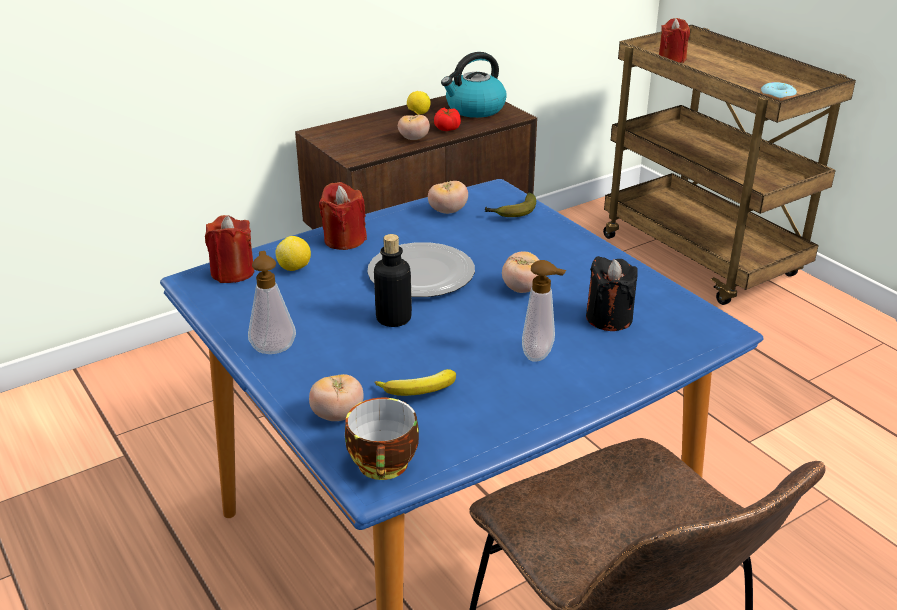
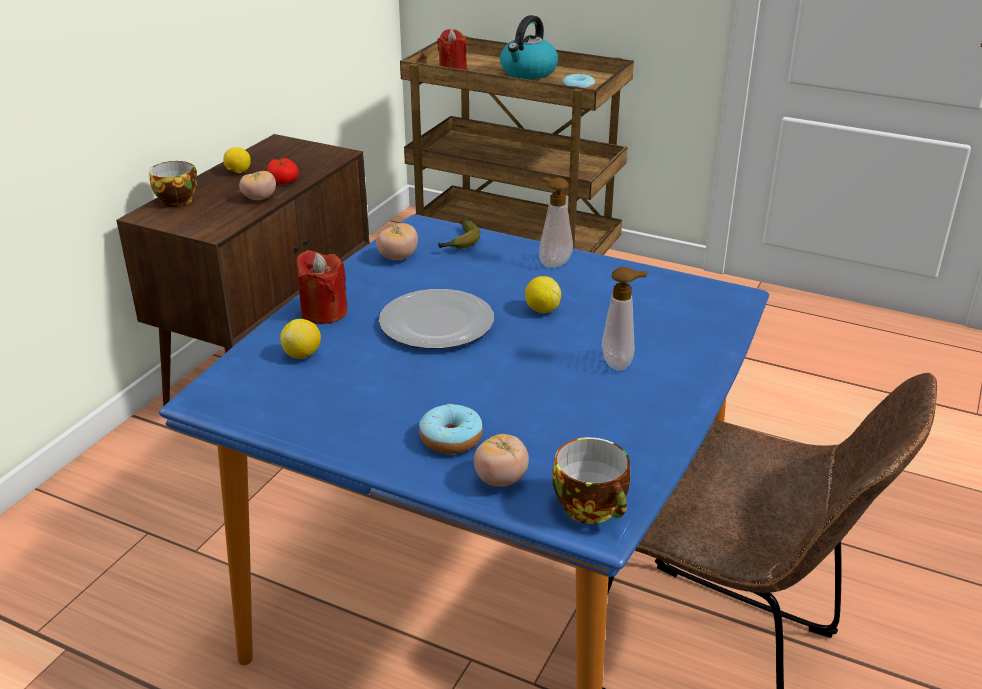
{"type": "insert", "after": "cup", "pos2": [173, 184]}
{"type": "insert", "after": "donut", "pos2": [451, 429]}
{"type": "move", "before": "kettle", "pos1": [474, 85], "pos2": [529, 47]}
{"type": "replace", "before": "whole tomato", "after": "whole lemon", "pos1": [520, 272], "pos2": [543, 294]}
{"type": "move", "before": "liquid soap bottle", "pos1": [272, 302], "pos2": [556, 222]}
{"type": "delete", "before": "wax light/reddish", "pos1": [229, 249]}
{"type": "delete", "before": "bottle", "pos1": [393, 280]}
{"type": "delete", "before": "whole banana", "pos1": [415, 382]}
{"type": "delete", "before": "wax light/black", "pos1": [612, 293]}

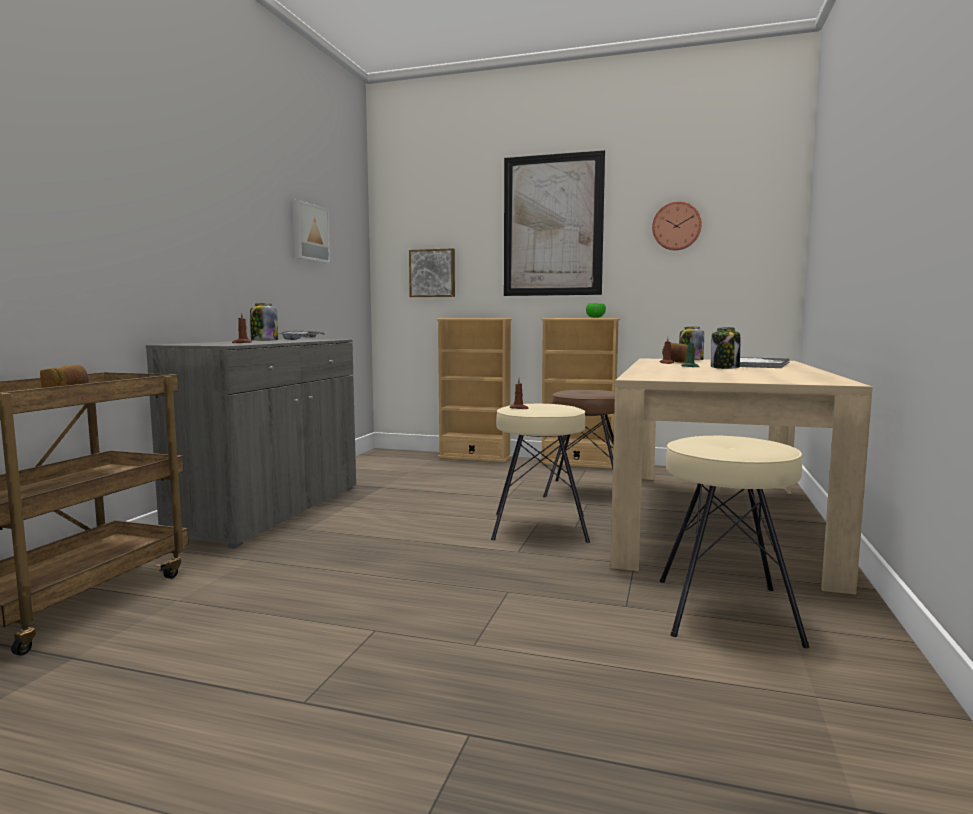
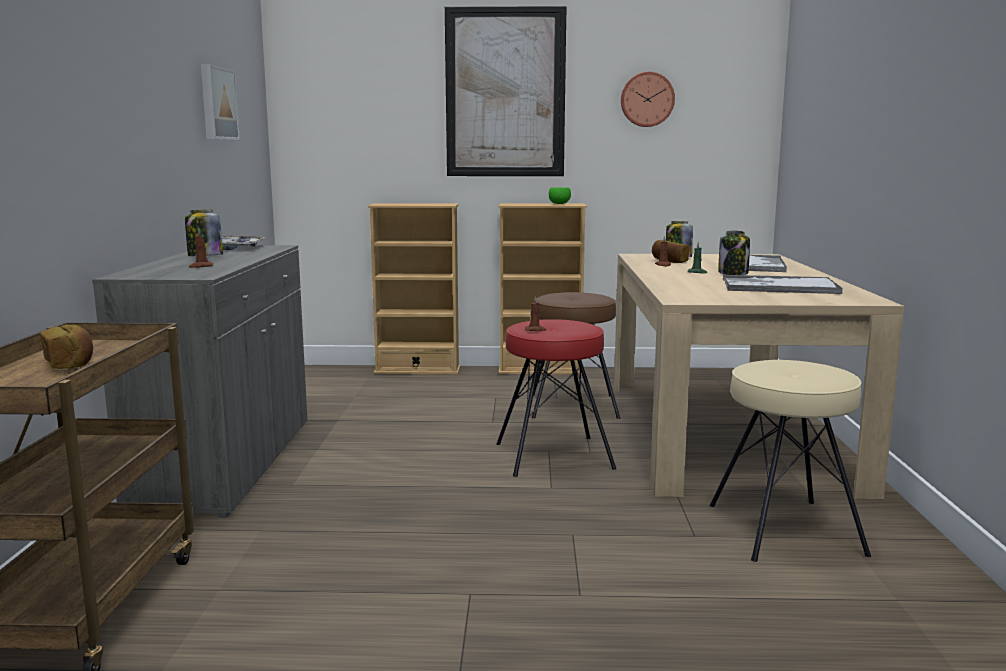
{"type": "recolor", "before": "stool seat/beige", "after": "stool seat/reddish", "pos1": [540, 473], "pos2": [556, 398]}
{"type": "insert", "after": "tray", "pos2": [783, 284]}
{"type": "delete", "before": "wall picture", "pos1": [432, 272]}

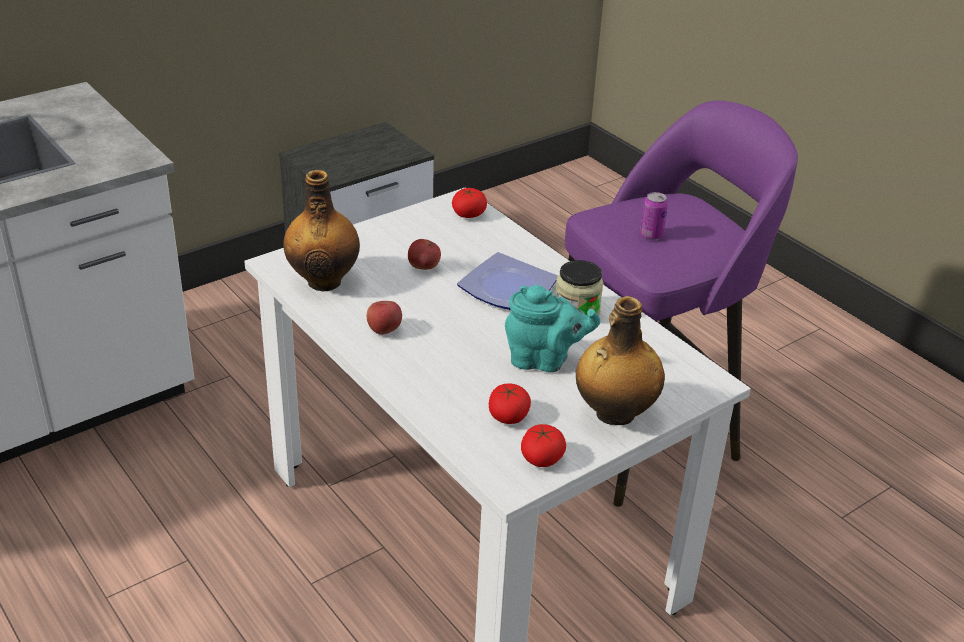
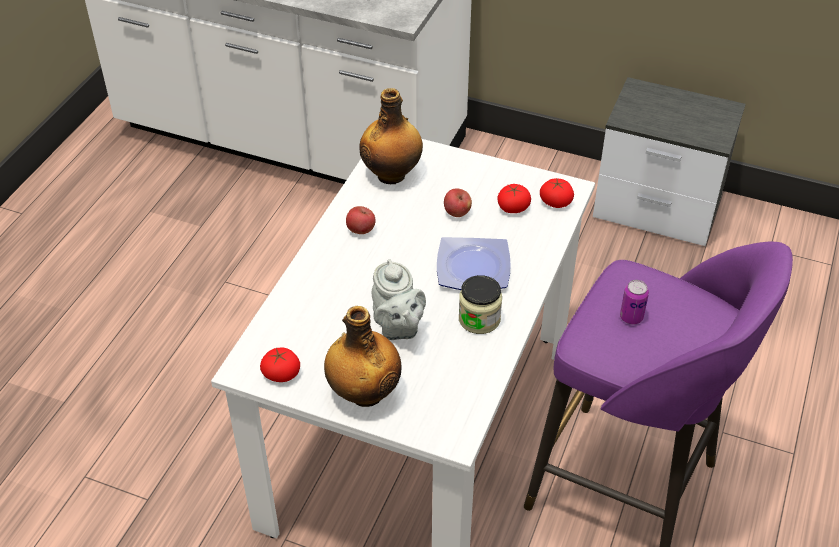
{"type": "recolor", "before": "tea pot/turquoise-coloured", "after": "tea pot/greyish", "pos1": [552, 328], "pos2": [399, 299]}
{"type": "move", "before": "whole tomato", "pos1": [510, 403], "pos2": [514, 198]}

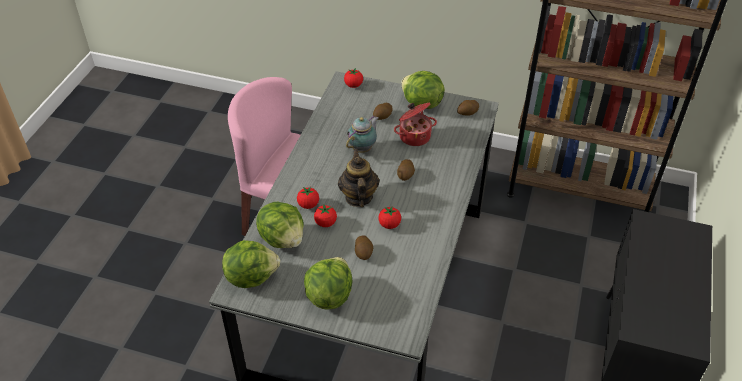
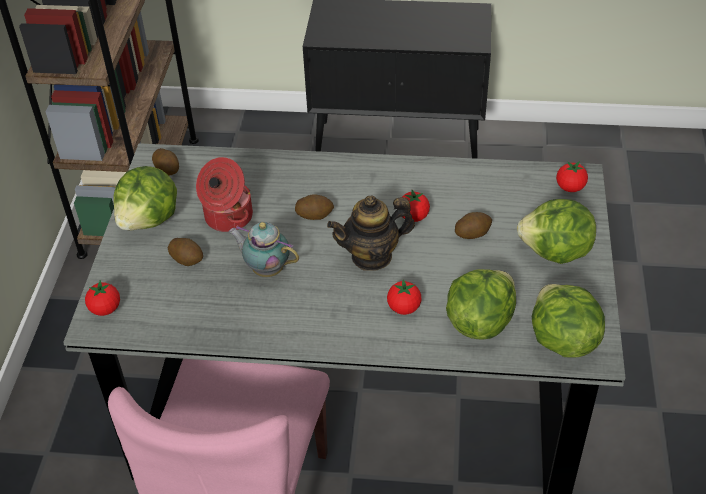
{"type": "move", "before": "whole tomato", "pos1": [325, 215], "pos2": [572, 176]}

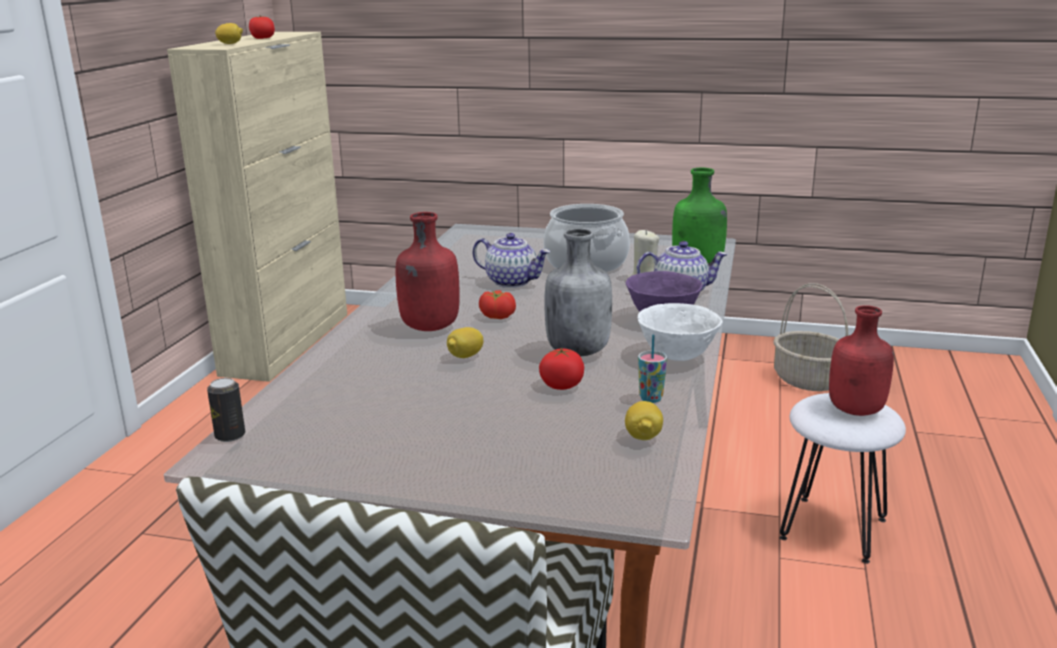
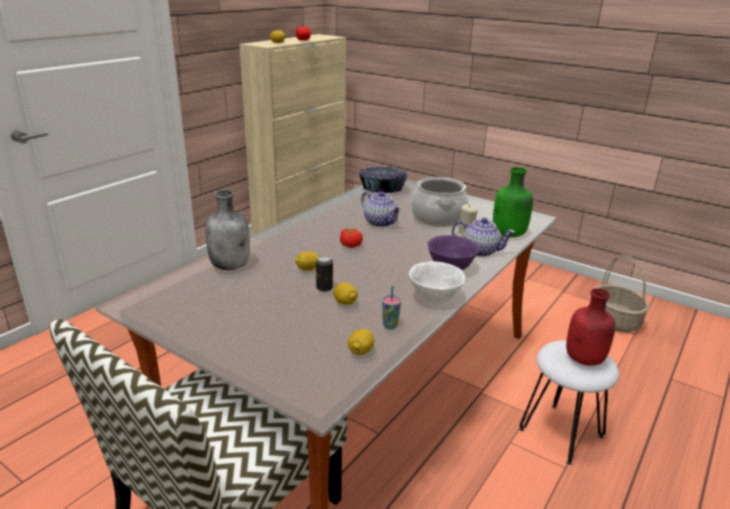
{"type": "move", "before": "bottle/greyish", "pos1": [578, 292], "pos2": [227, 230]}
{"type": "move", "before": "sealed can", "pos1": [226, 410], "pos2": [324, 274]}
{"type": "replace", "before": "whole tomato", "after": "whole lemon", "pos1": [561, 368], "pos2": [346, 294]}
{"type": "insert", "after": "serving bowl", "pos2": [383, 179]}
{"type": "delete", "before": "bottle/reddish", "pos1": [427, 271]}

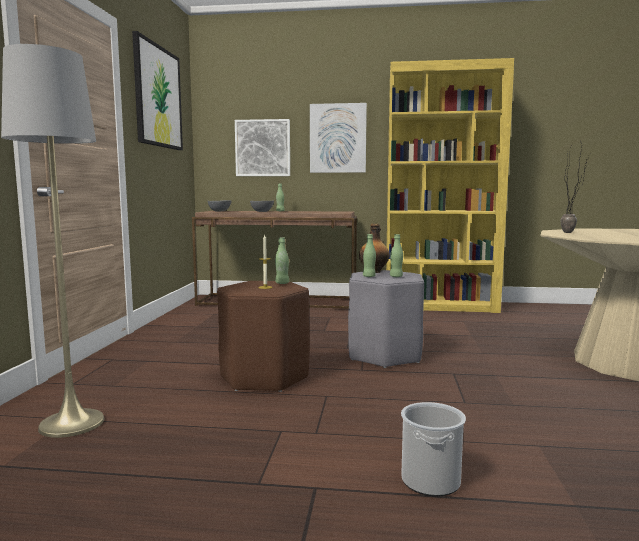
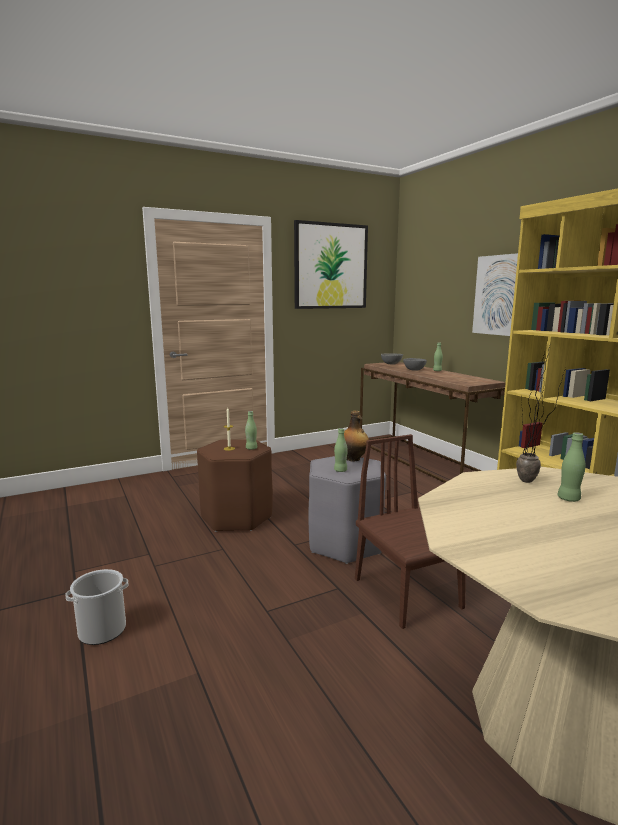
{"type": "insert", "after": "upright chair/brown", "pos2": [410, 531]}
{"type": "move", "before": "bottle/green", "pos1": [369, 255], "pos2": [572, 467]}
{"type": "delete", "before": "standing lamp/greyish", "pos1": [53, 241]}
{"type": "delete", "before": "wall picture", "pos1": [262, 147]}

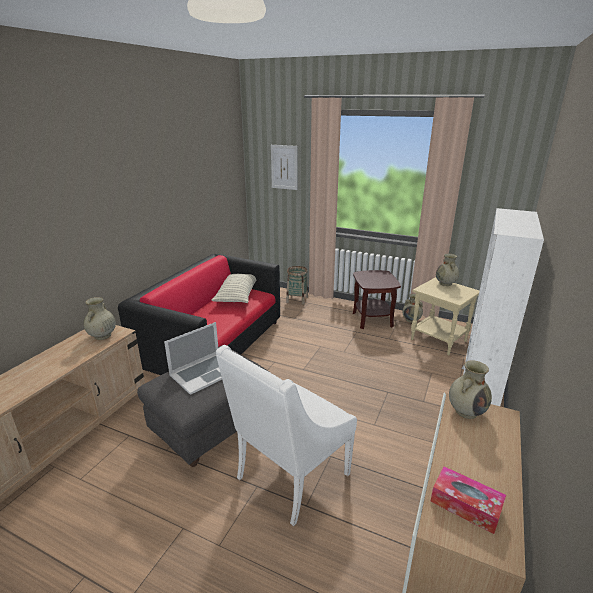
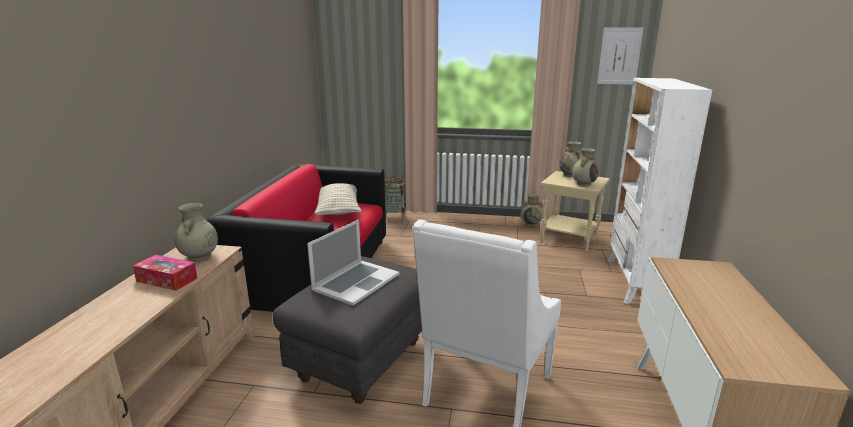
{"type": "move", "before": "tissue box", "pos1": [468, 500], "pos2": [165, 273]}
{"type": "move", "before": "vase/beige", "pos1": [470, 389], "pos2": [585, 167]}
{"type": "move", "before": "wall picture", "pos1": [284, 167], "pos2": [620, 56]}
{"type": "delete", "before": "accent table/brown", "pos1": [377, 299]}

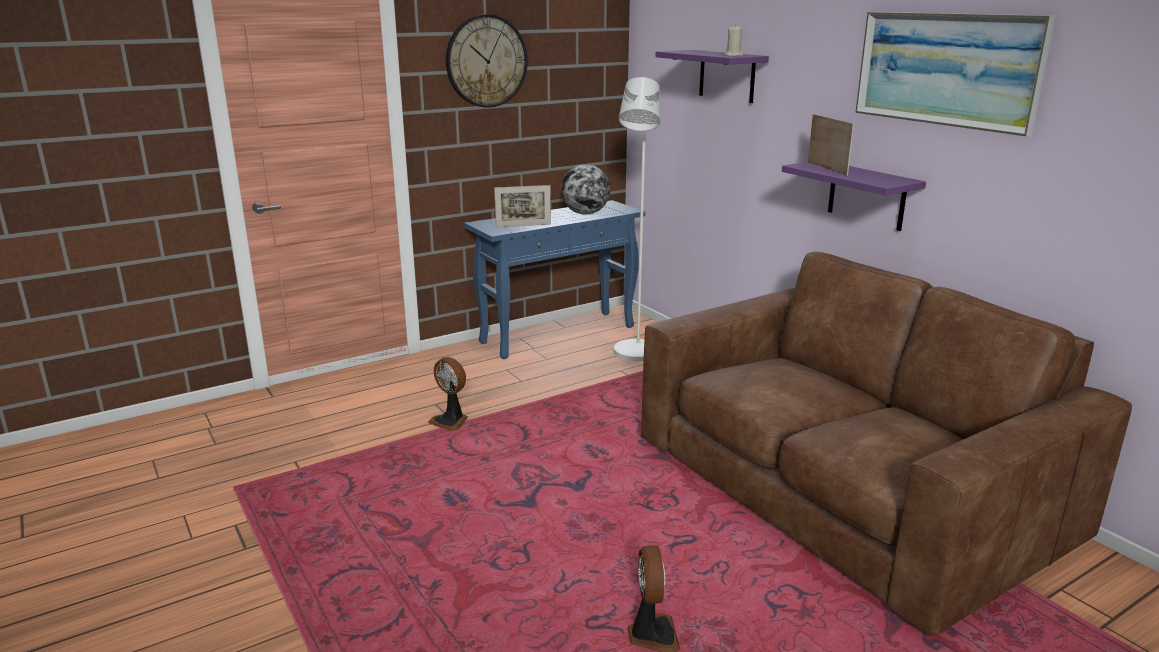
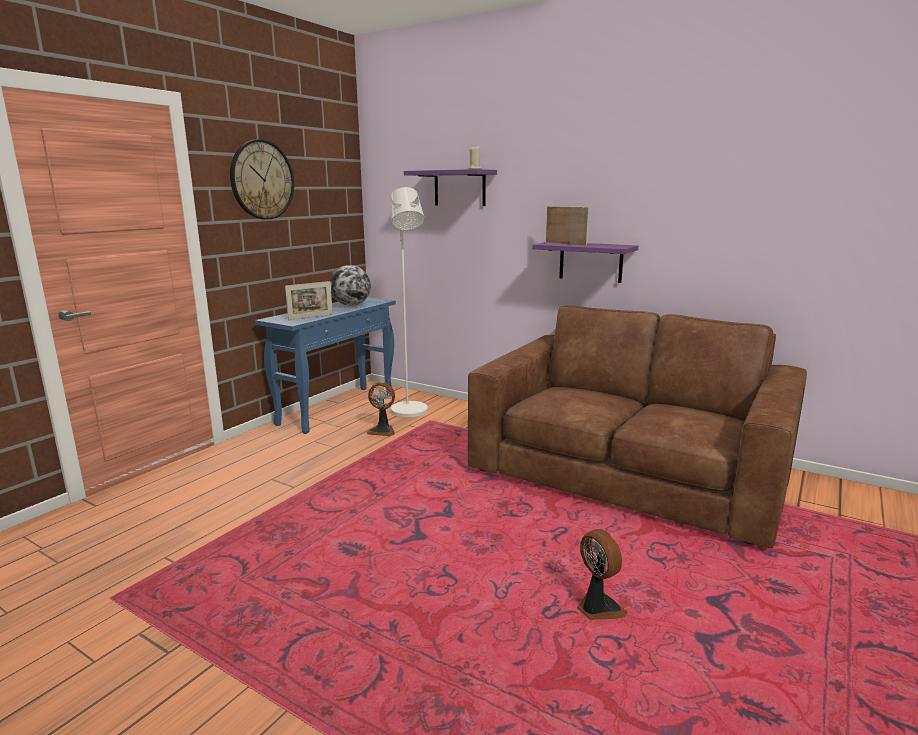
{"type": "move", "before": "electric fan", "pos1": [448, 394], "pos2": [381, 409]}
{"type": "delete", "before": "wall picture", "pos1": [955, 74]}

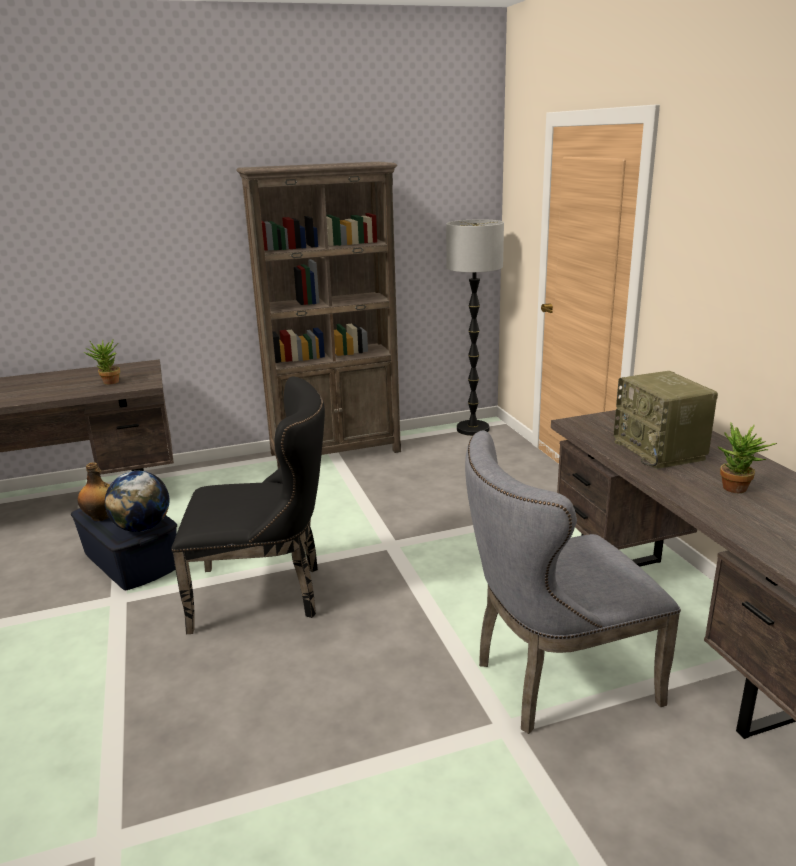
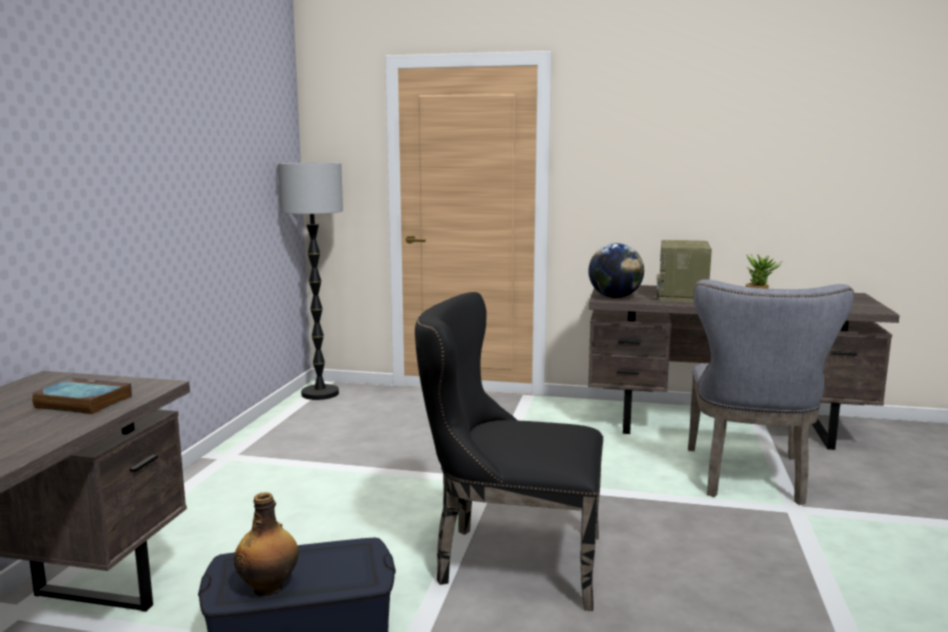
{"type": "replace", "before": "houseplant", "after": "volume", "pos1": [102, 361], "pos2": [81, 396]}
{"type": "rotate", "before": "upright chair/black", "pos1": [248, 505], "pos2": [509, 451], "turn": -105}
{"type": "move", "before": "desk globe", "pos1": [137, 501], "pos2": [616, 270]}
{"type": "rotate", "before": "radio set", "pos1": [666, 420], "pos2": [683, 271], "turn": 90}
{"type": "delete", "before": "shelving unit/brown", "pos1": [318, 315]}

